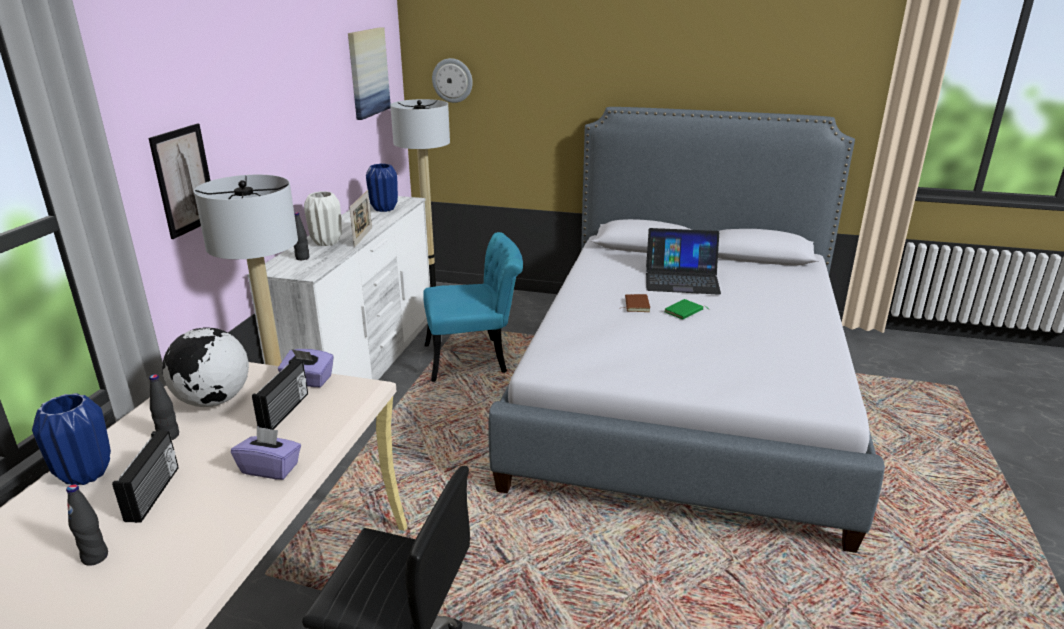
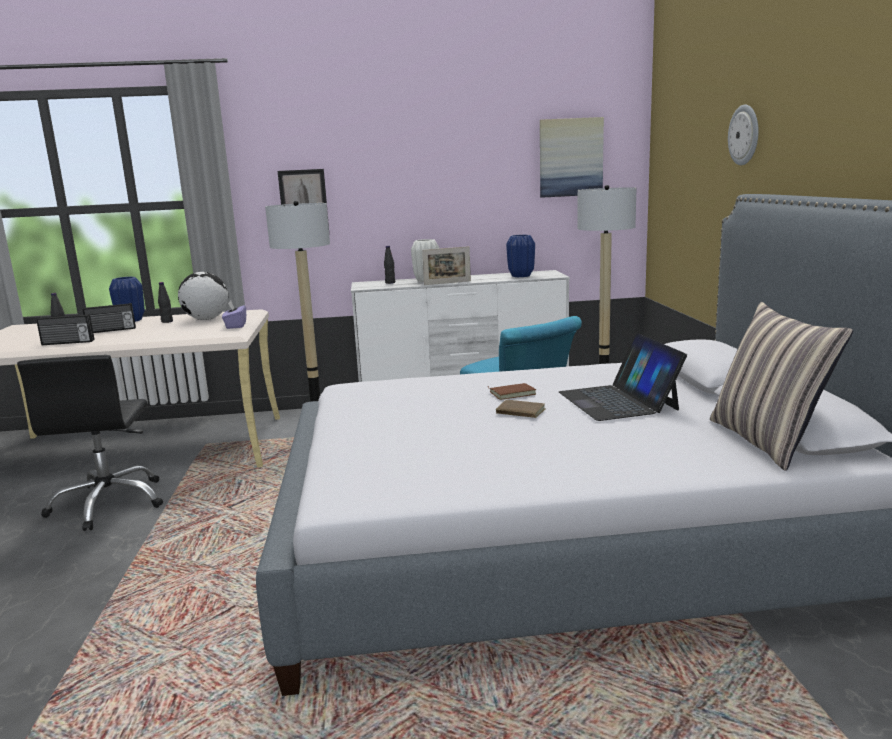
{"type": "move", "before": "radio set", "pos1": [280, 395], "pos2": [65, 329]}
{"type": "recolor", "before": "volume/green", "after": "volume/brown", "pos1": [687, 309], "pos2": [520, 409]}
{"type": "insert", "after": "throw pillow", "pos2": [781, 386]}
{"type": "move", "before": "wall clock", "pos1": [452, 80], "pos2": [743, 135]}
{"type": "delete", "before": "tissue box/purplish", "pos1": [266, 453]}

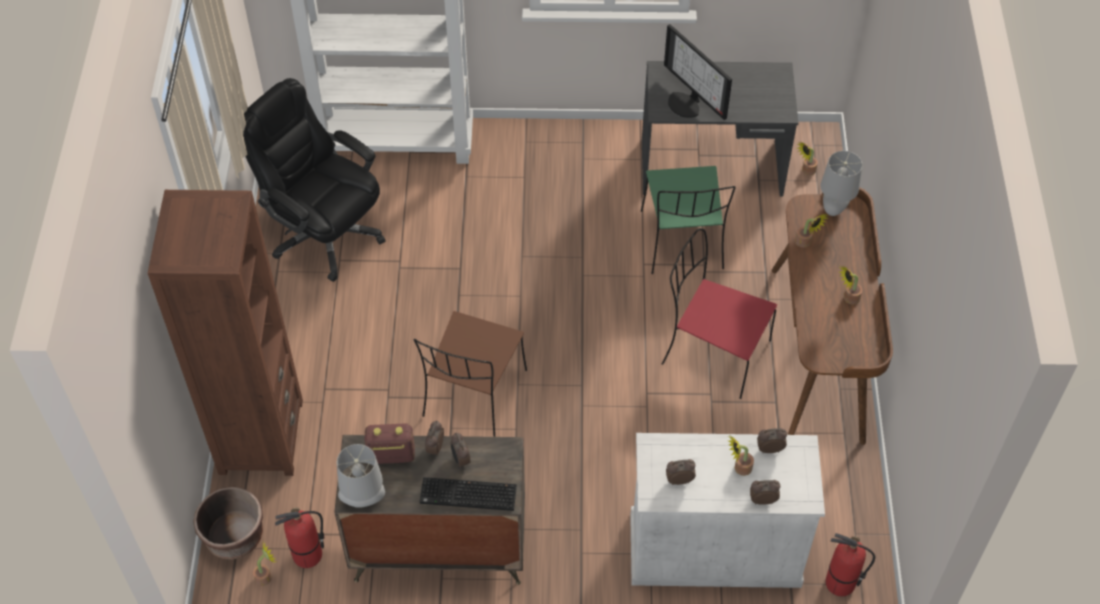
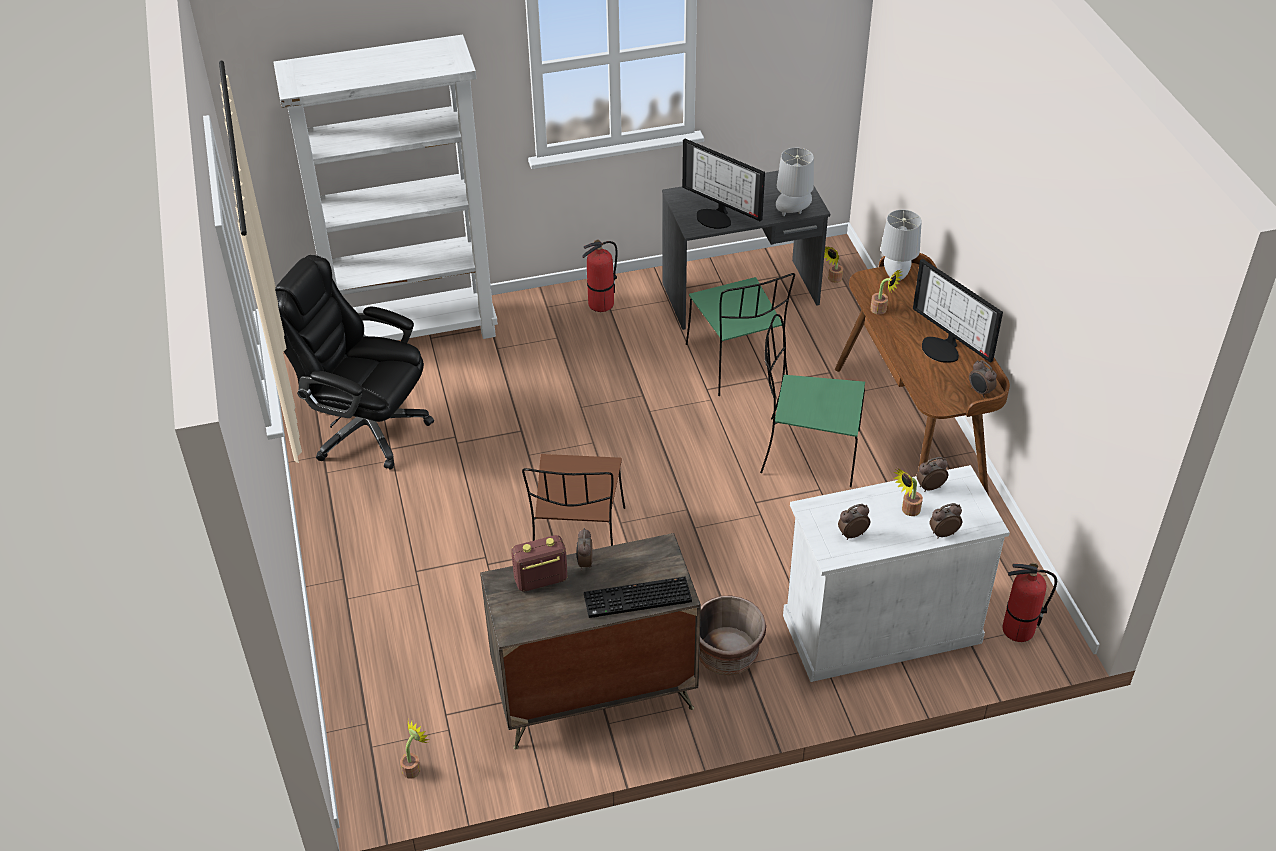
{"type": "move", "before": "fire extinguisher", "pos1": [300, 537], "pos2": [599, 276]}
{"type": "move", "before": "planter/brown", "pos1": [228, 523], "pos2": [732, 635]}
{"type": "recolor", "before": "upright chair/reddish", "after": "upright chair/green", "pos1": [719, 313], "pos2": [812, 400]}
{"type": "move", "before": "table lamp/greyish", "pos1": [361, 476], "pos2": [795, 182]}
{"type": "replace", "before": "houseplant", "after": "monitor", "pos1": [850, 285], "pos2": [958, 311]}
{"type": "move", "before": "alarm clock", "pos1": [460, 450], "pos2": [983, 379]}
{"type": "delete", "before": "shelving unit/brown", "pos1": [225, 333]}

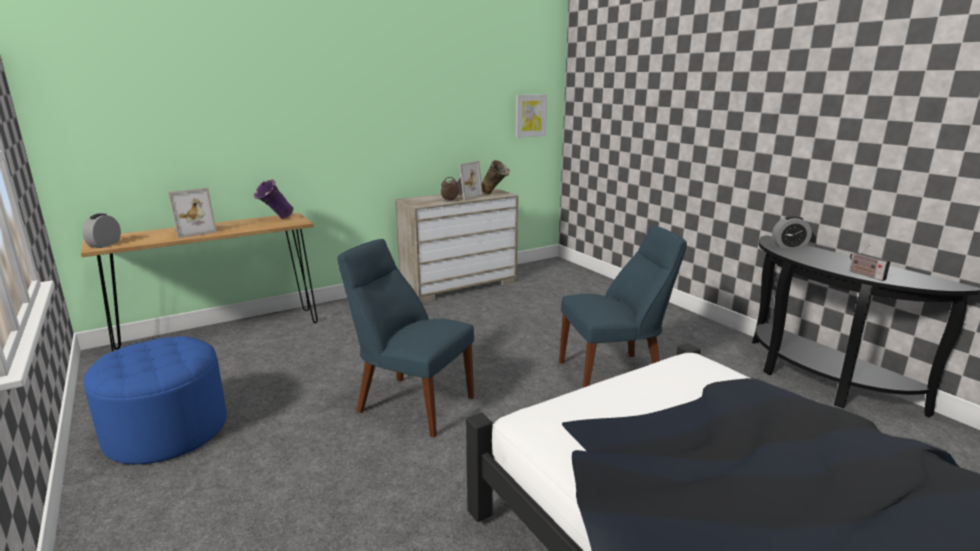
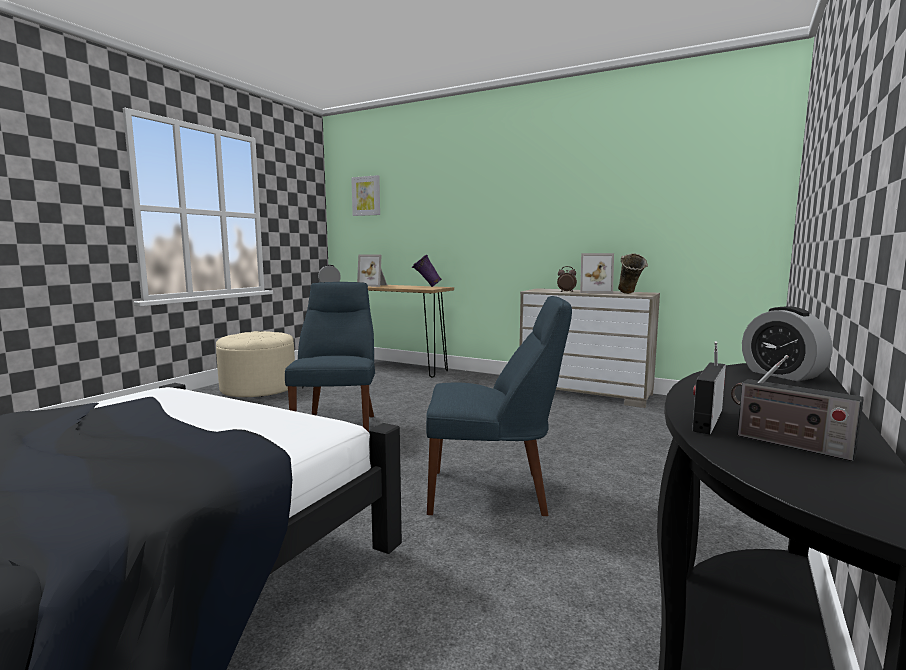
{"type": "recolor", "before": "pouffe/blue-coloured", "after": "pouffe/beige", "pos1": [155, 400], "pos2": [255, 364]}
{"type": "move", "before": "wall picture", "pos1": [531, 116], "pos2": [365, 195]}
{"type": "rotate", "before": "upright chair/blue-coloured", "pos1": [623, 306], "pos2": [499, 406], "turn": -45}
{"type": "insert", "after": "radio set", "pos2": [797, 408]}

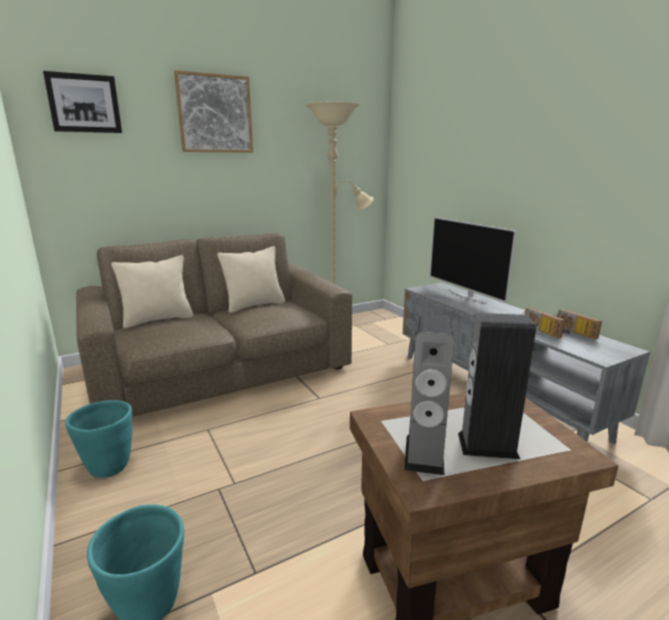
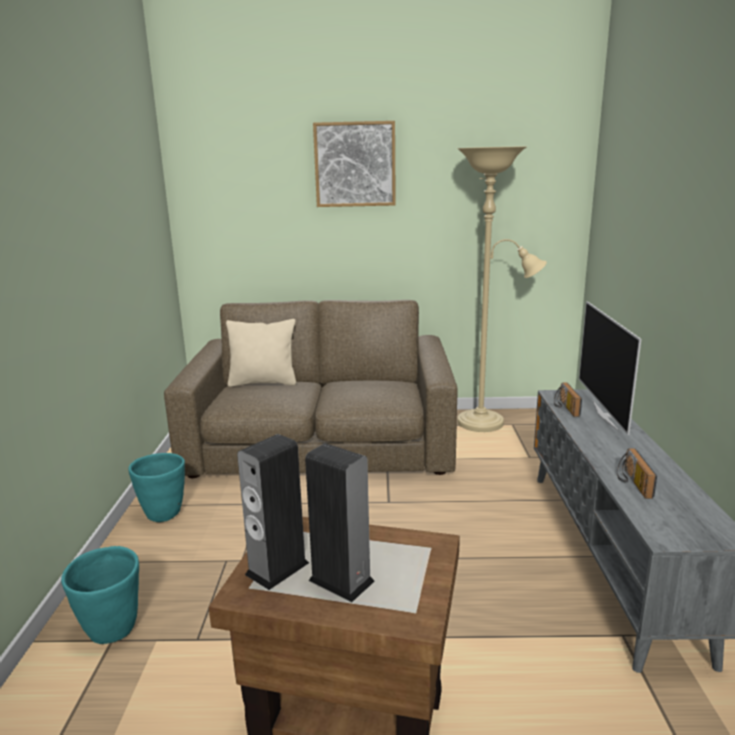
{"type": "move", "before": "radio set", "pos1": [579, 324], "pos2": [568, 399]}
{"type": "delete", "before": "wall picture", "pos1": [82, 102]}
{"type": "delete", "before": "throw pillow/beige", "pos1": [251, 279]}

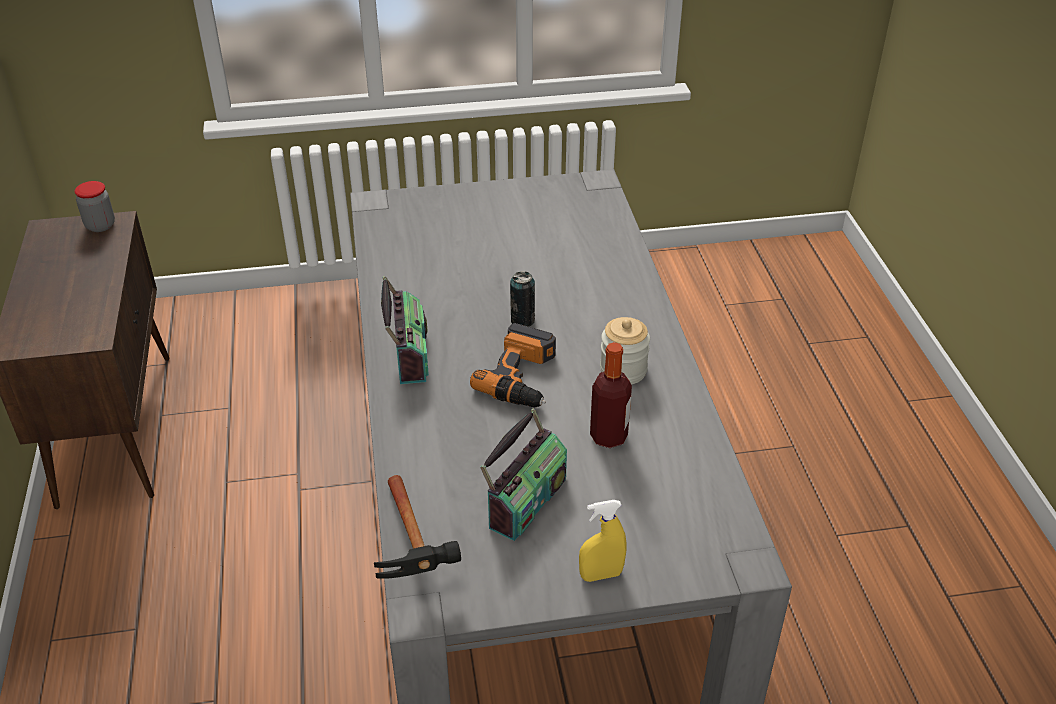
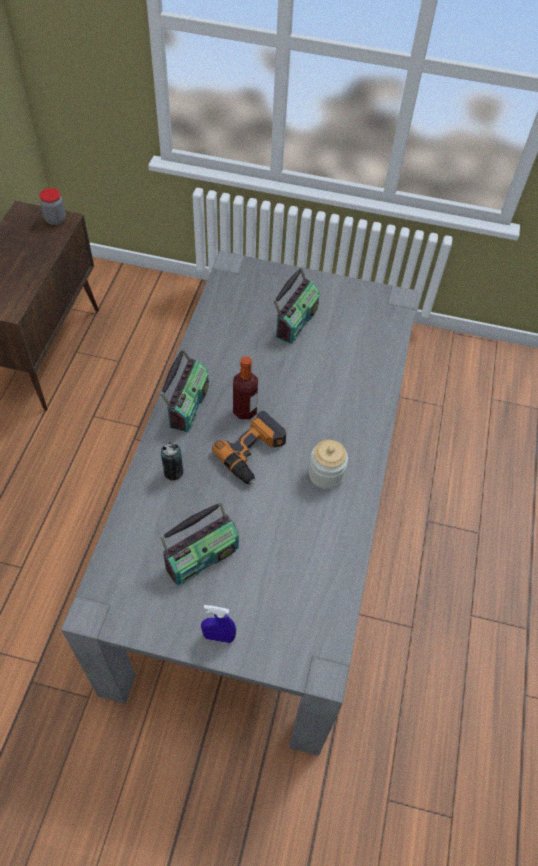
{"type": "move", "before": "sealed can", "pos1": [522, 299], "pos2": [172, 461]}
{"type": "recolor", "before": "spray bottle/yellow", "after": "spray bottle/blue-coloured", "pos1": [603, 541], "pos2": [218, 624]}
{"type": "move", "before": "bottle", "pos1": [611, 395], "pos2": [245, 388]}
{"type": "insert", "after": "radio set", "pos2": [296, 305]}
{"type": "delete", "before": "hammer", "pos1": [417, 527]}

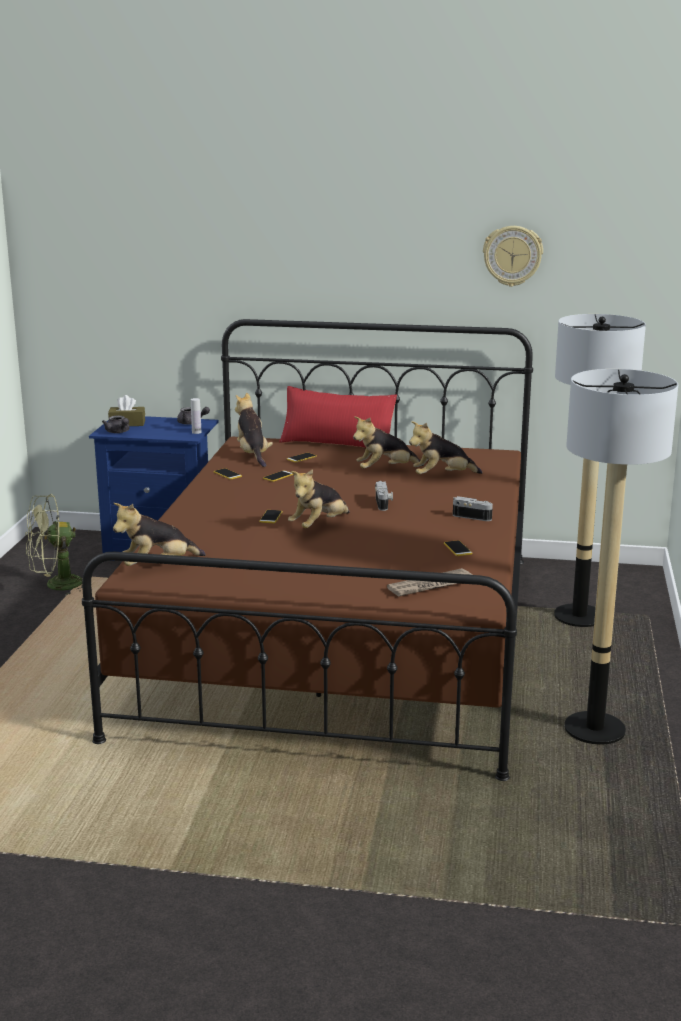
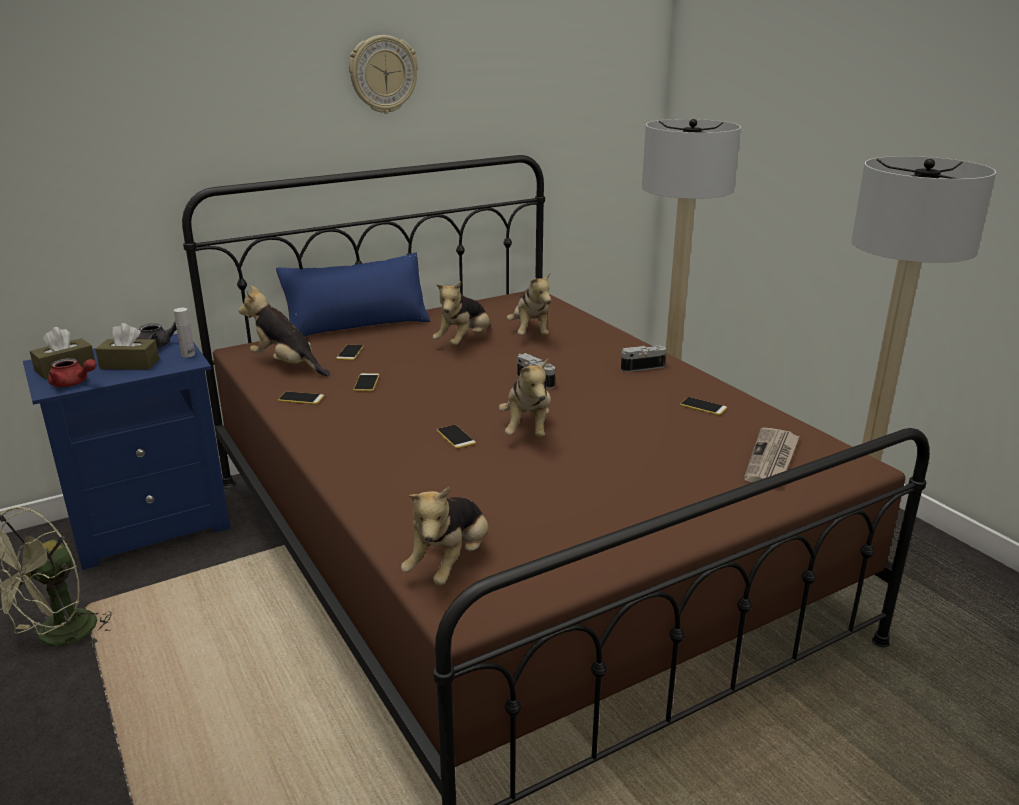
{"type": "recolor", "before": "tea pot/greyish", "after": "tea pot/reddish", "pos1": [115, 424], "pos2": [72, 372]}
{"type": "insert", "after": "tissue box/brown", "pos2": [127, 346]}
{"type": "recolor", "before": "throw pillow/reddish", "after": "throw pillow/blue-coloured", "pos1": [338, 417], "pos2": [353, 294]}
{"type": "move", "before": "wall clock", "pos1": [513, 256], "pos2": [383, 74]}
{"type": "rotate", "before": "plush toy", "pos1": [446, 447], "pos2": [529, 304], "turn": -45}

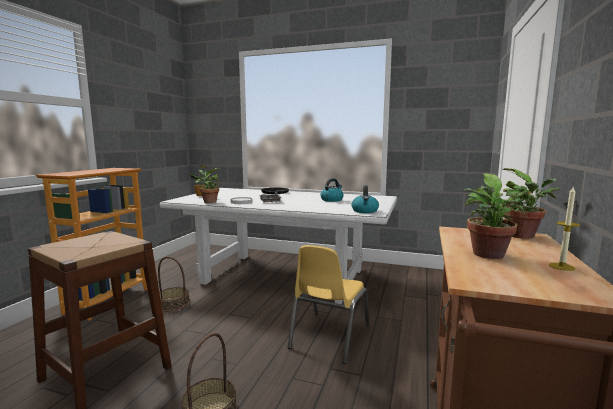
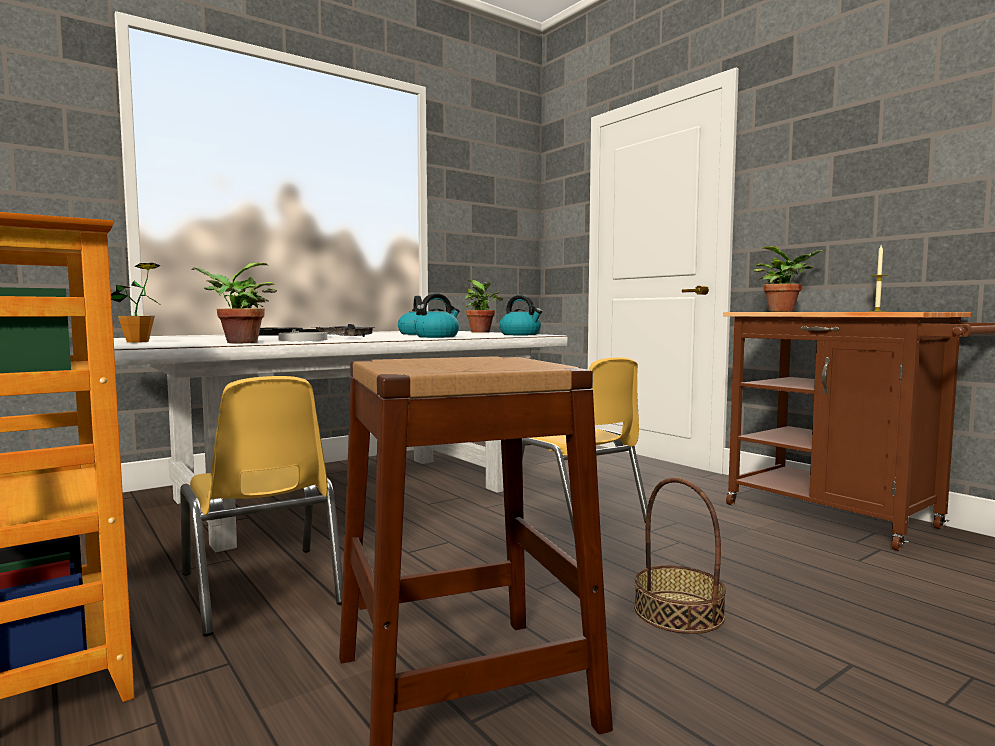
{"type": "replace", "before": "basket", "after": "upright chair/yellow", "pos1": [174, 283], "pos2": [261, 506]}
{"type": "insert", "after": "kettle", "pos2": [437, 315]}
{"type": "move", "before": "houseplant", "pos1": [501, 216], "pos2": [483, 306]}

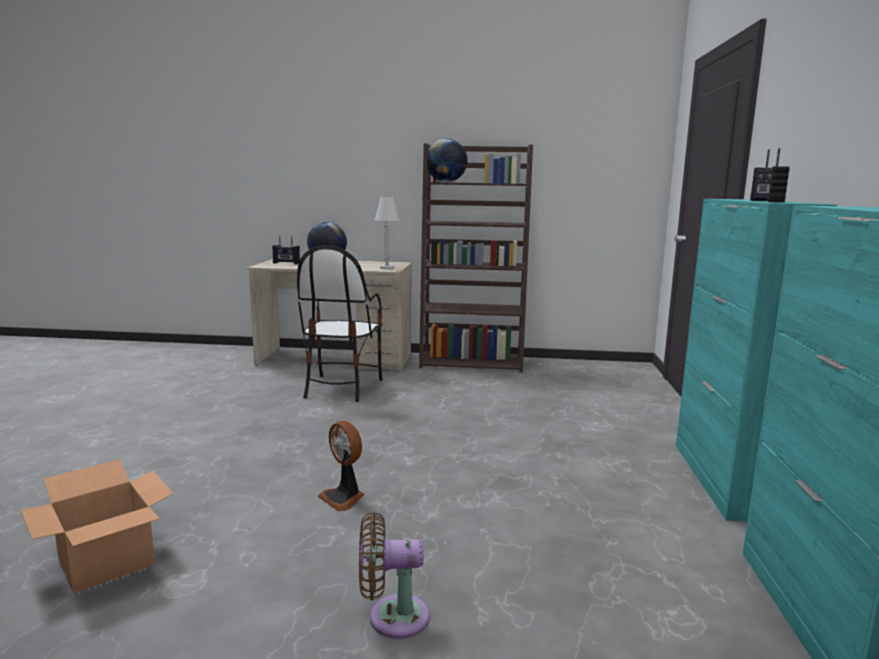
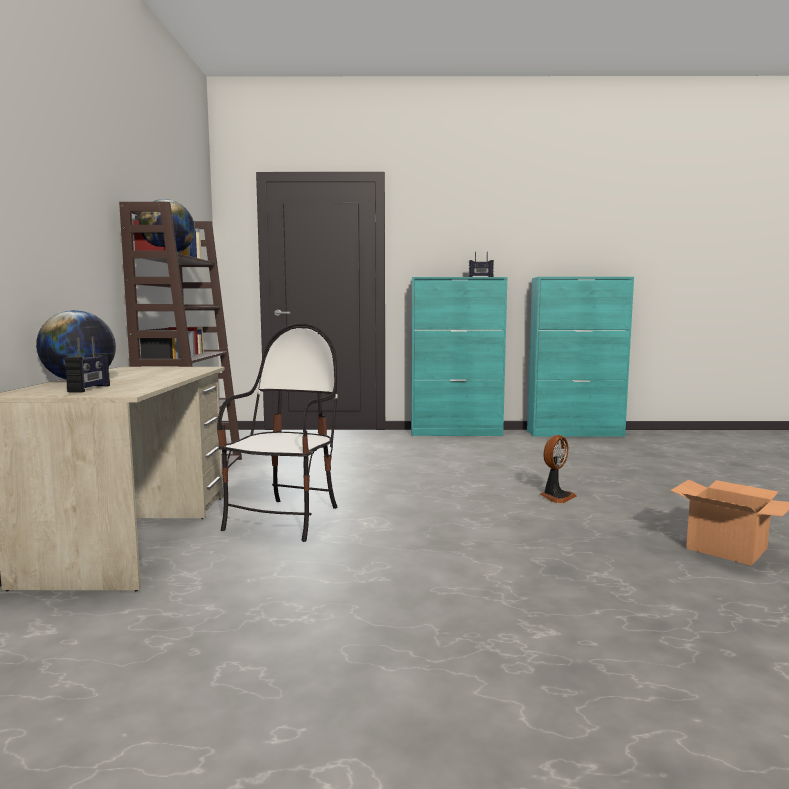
{"type": "rotate", "before": "upright chair", "pos1": [340, 323], "pos2": [277, 432], "turn": -75}
{"type": "delete", "before": "electric fan/brown", "pos1": [394, 575]}
{"type": "delete", "before": "table lamp/whitish", "pos1": [387, 233]}

